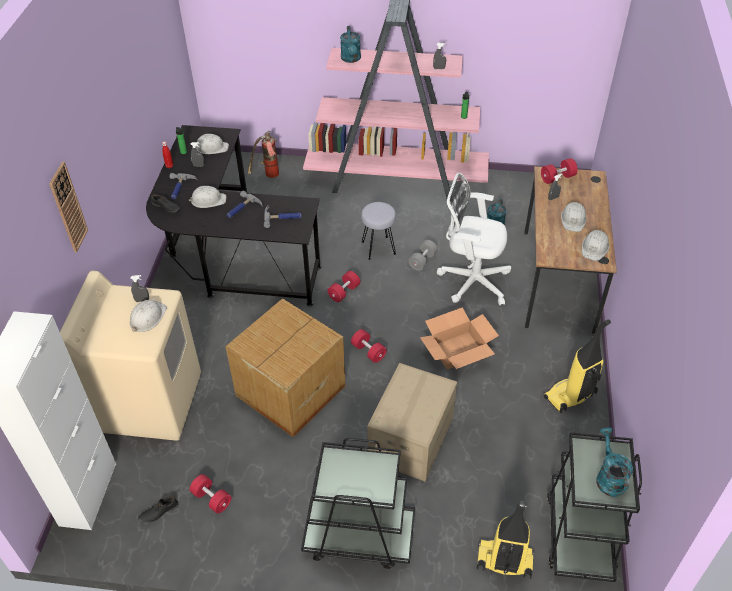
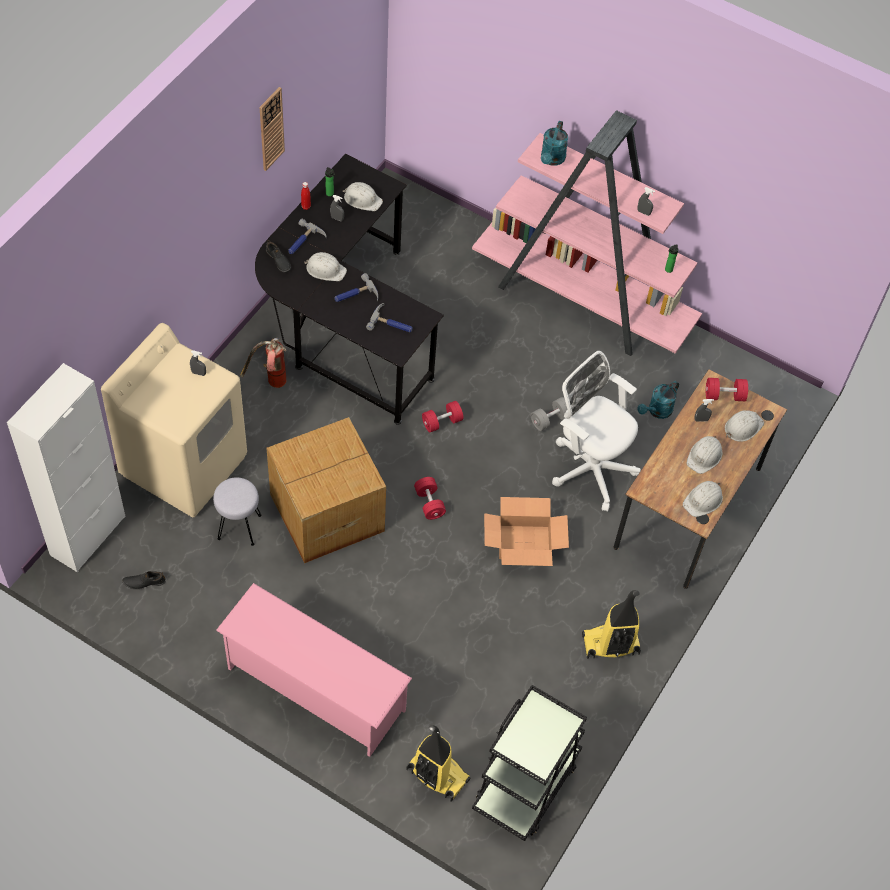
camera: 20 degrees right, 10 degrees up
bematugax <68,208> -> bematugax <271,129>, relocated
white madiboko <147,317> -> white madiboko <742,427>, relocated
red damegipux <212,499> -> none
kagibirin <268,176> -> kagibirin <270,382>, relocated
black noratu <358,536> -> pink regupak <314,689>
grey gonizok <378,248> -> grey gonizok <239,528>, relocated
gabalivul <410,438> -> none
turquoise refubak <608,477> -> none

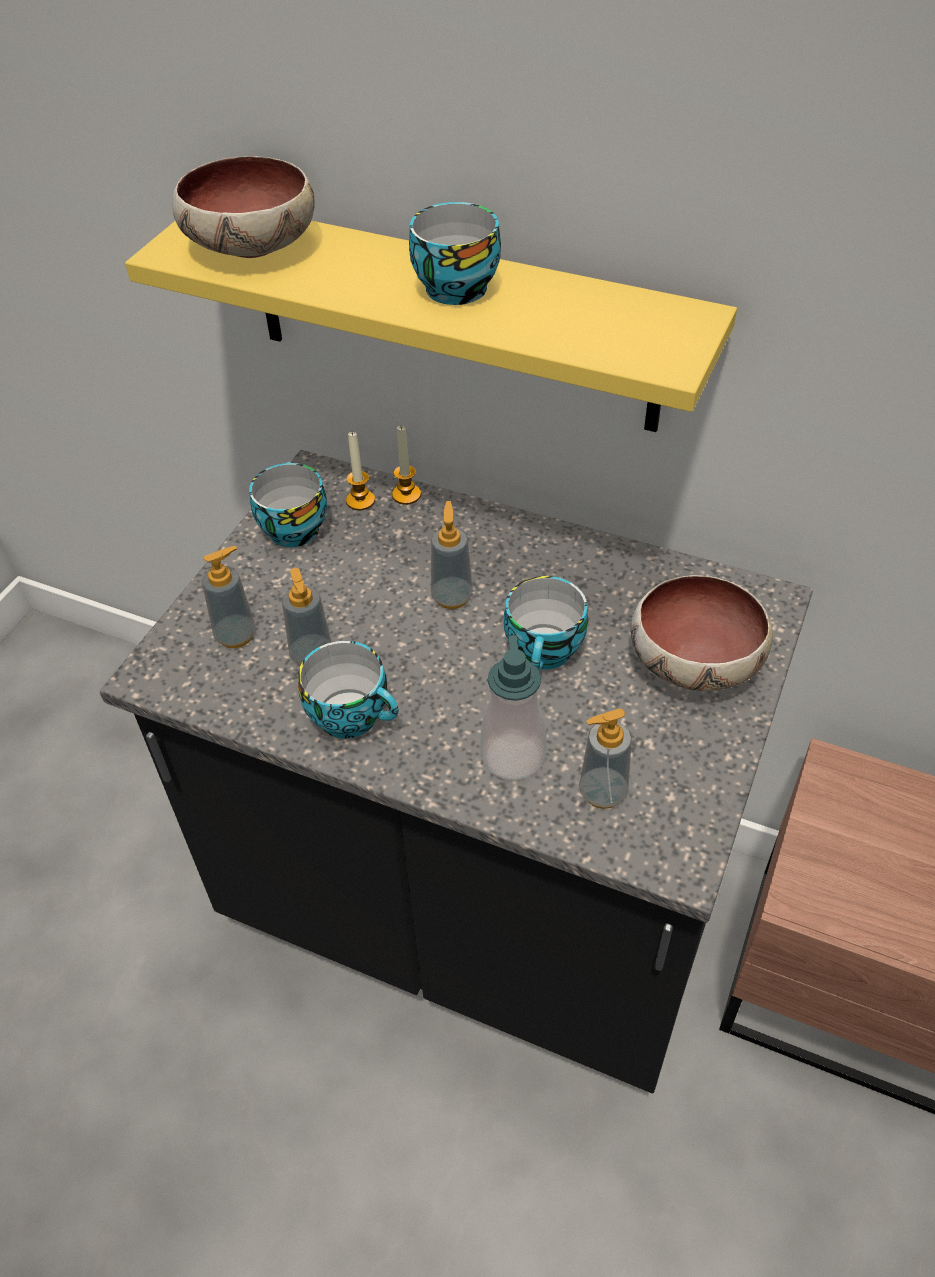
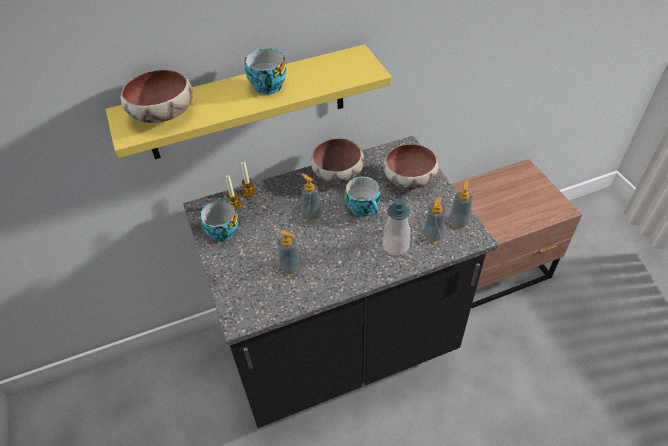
camera: 45 degrees left, 0 degrees up
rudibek <236,635> -> rudibek <458,222>, relocated
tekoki <353,715> -> none
none -> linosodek <338,174>

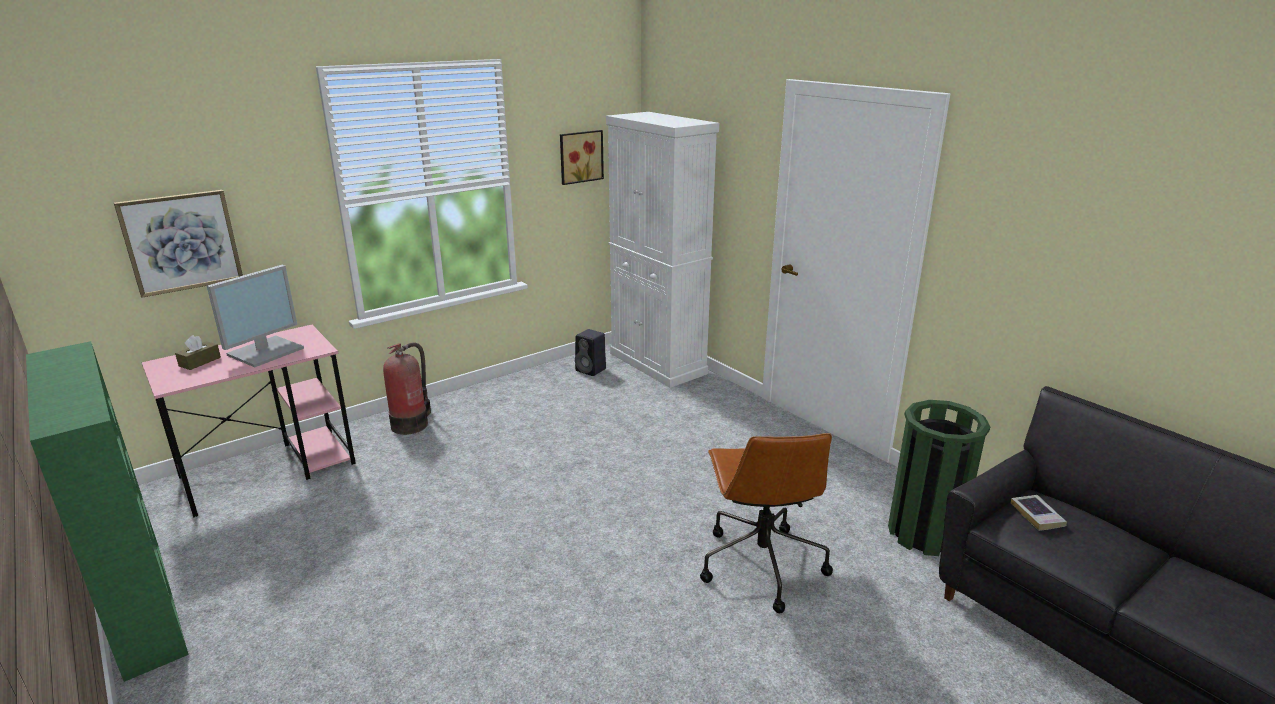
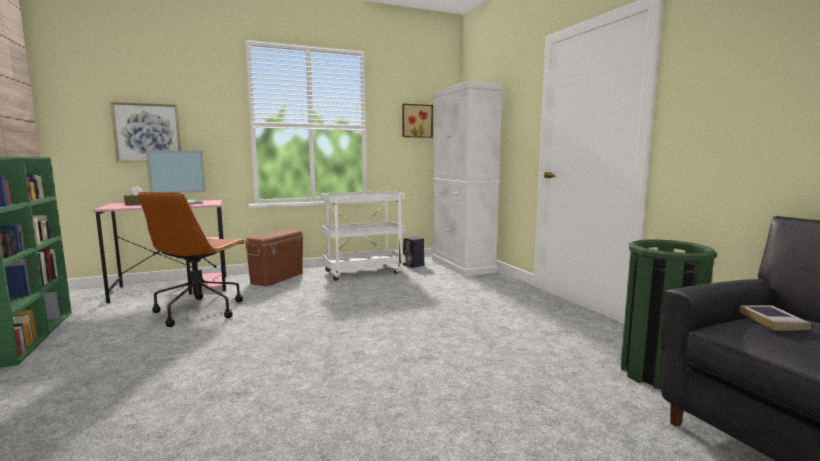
camera: 15 degrees right, 15 degrees down
kagibirin <411,423> -> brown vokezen <277,277>
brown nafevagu <760,564> -> brown nafevagu <200,310>, relocated
none -> white noratu <364,272>

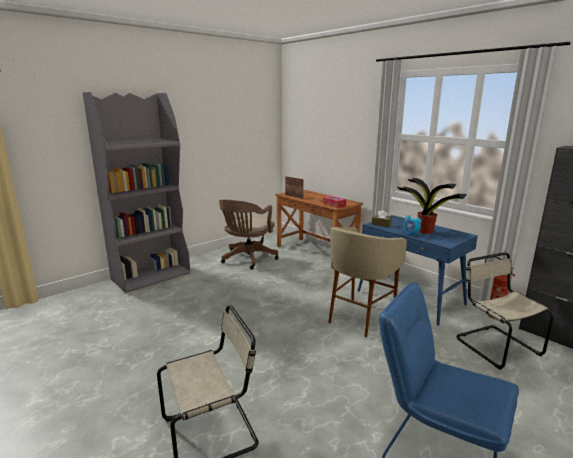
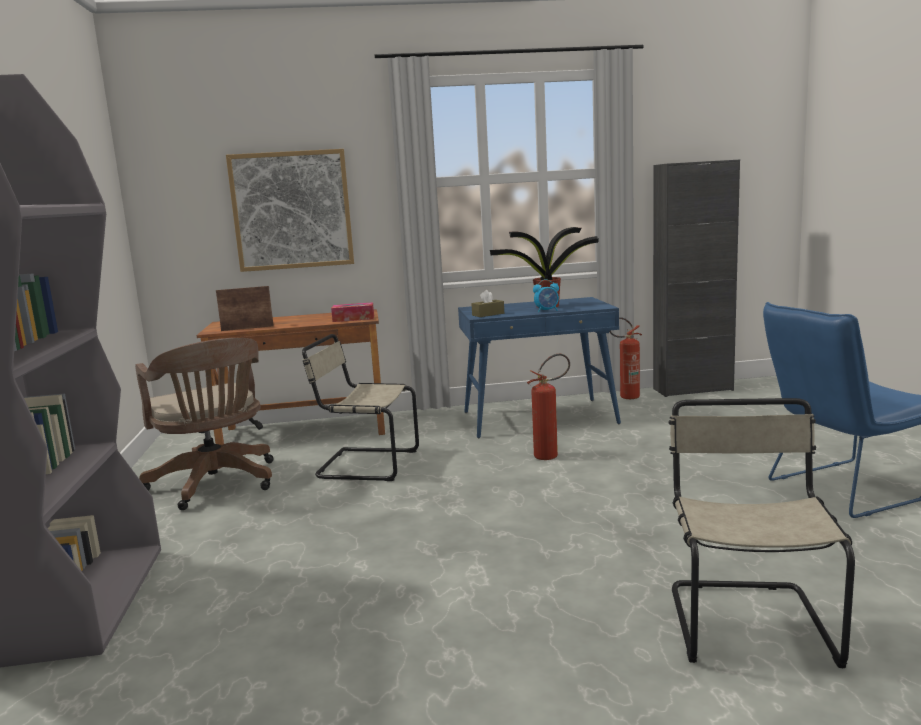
camera: 55 degrees left, 5 degrees down
beige gonizok <360,318> -> kagibirin <551,455>
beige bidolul <495,345> -> beige bidolul <364,464>, relocated
none -> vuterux <292,210>

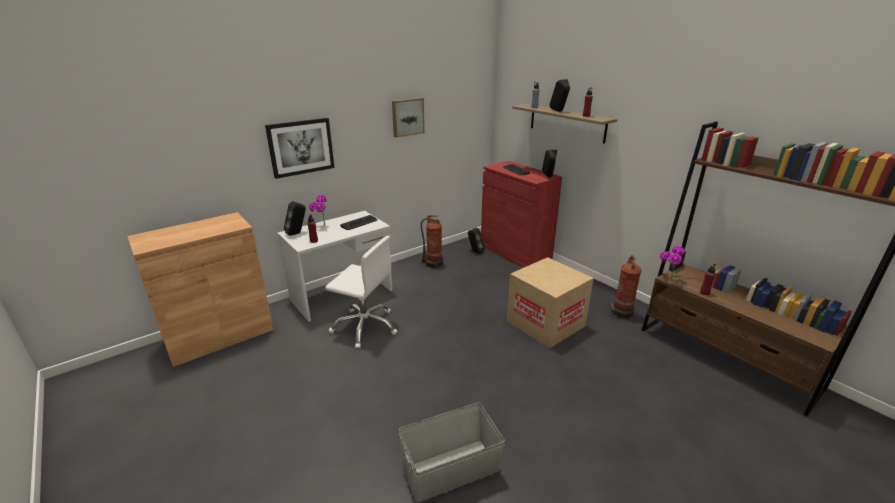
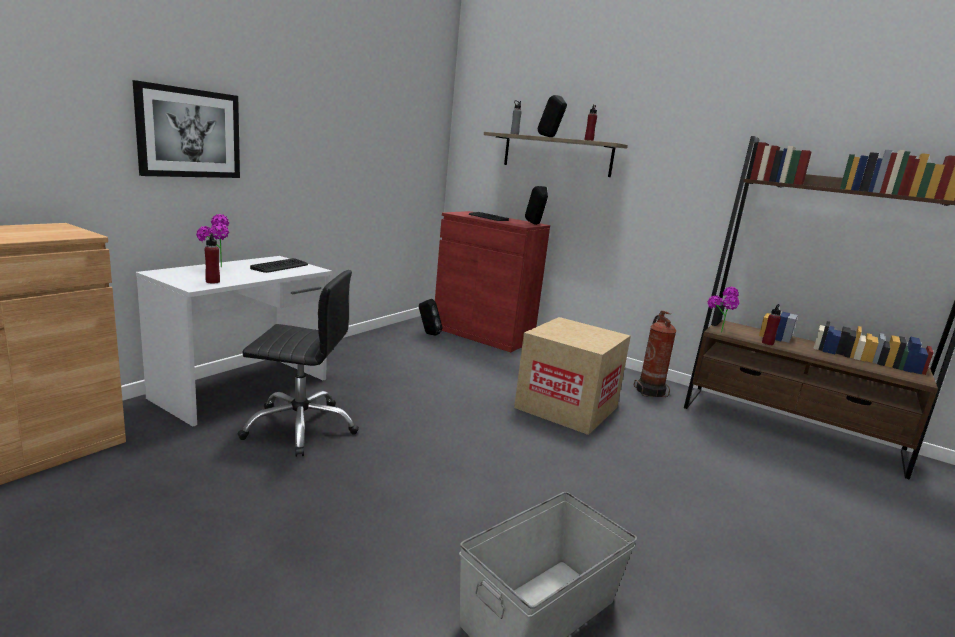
camera: 20 degrees left, 10 degrees down
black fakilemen <297,233> -> none
white nafevagu <365,326> -> black nafevagu <300,427>
vuterux <407,117> -> none
kagibirin <433,263> -> none

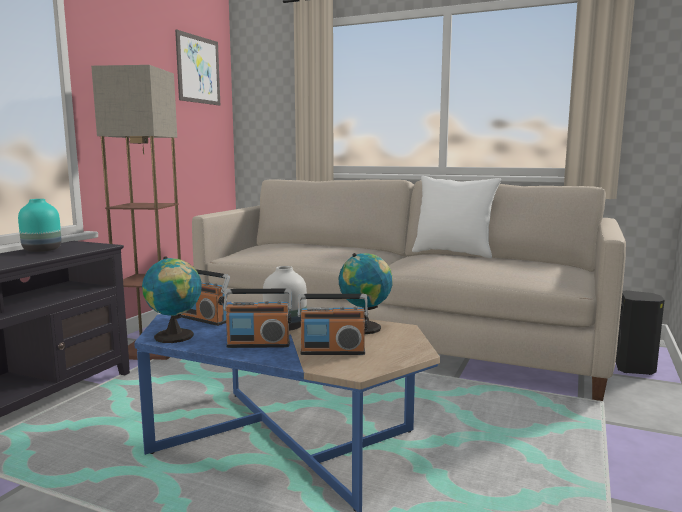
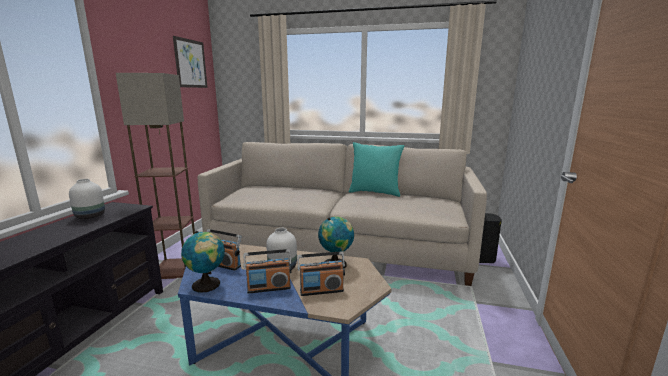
camera: 10 degrees left, 5 degrees up
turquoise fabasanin <43,250> -> white fabasanin <91,216>
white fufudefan <453,253> -> turquoise fufudefan <375,192>

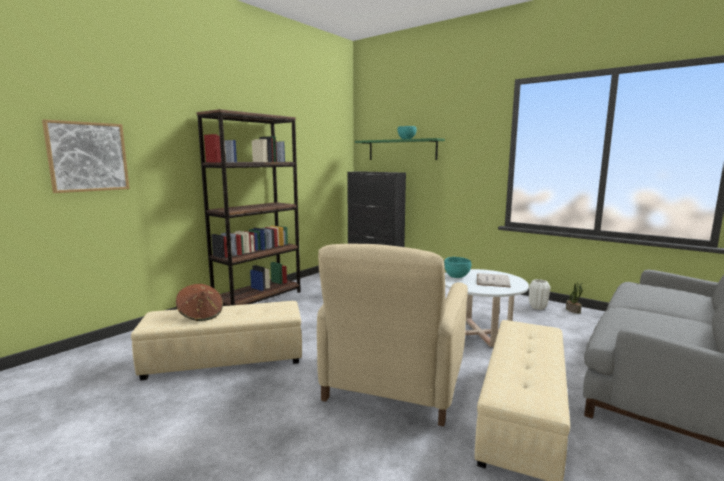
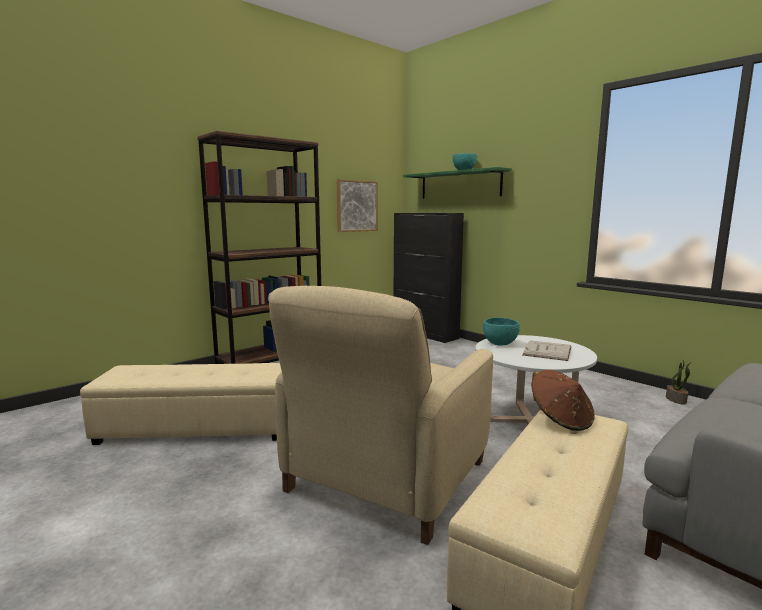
camera: 10 degrees right, 0 degrees up
vuterux <88,157> -> vuterux <357,206>, relocated
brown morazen <201,315> -> brown morazen <560,419>, relocated
white fabasanin <538,307> -> none

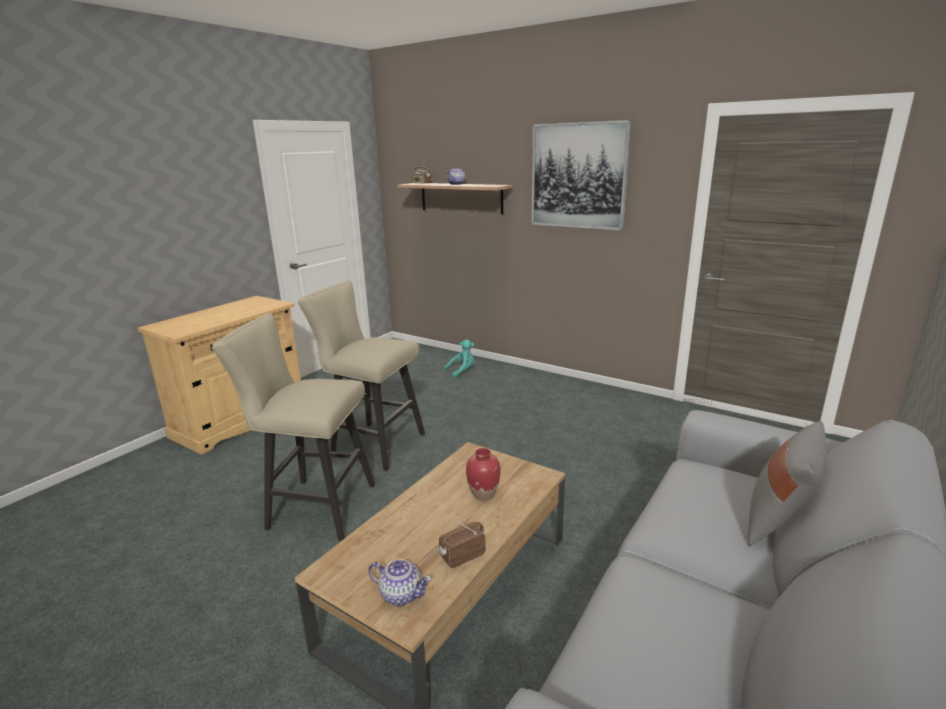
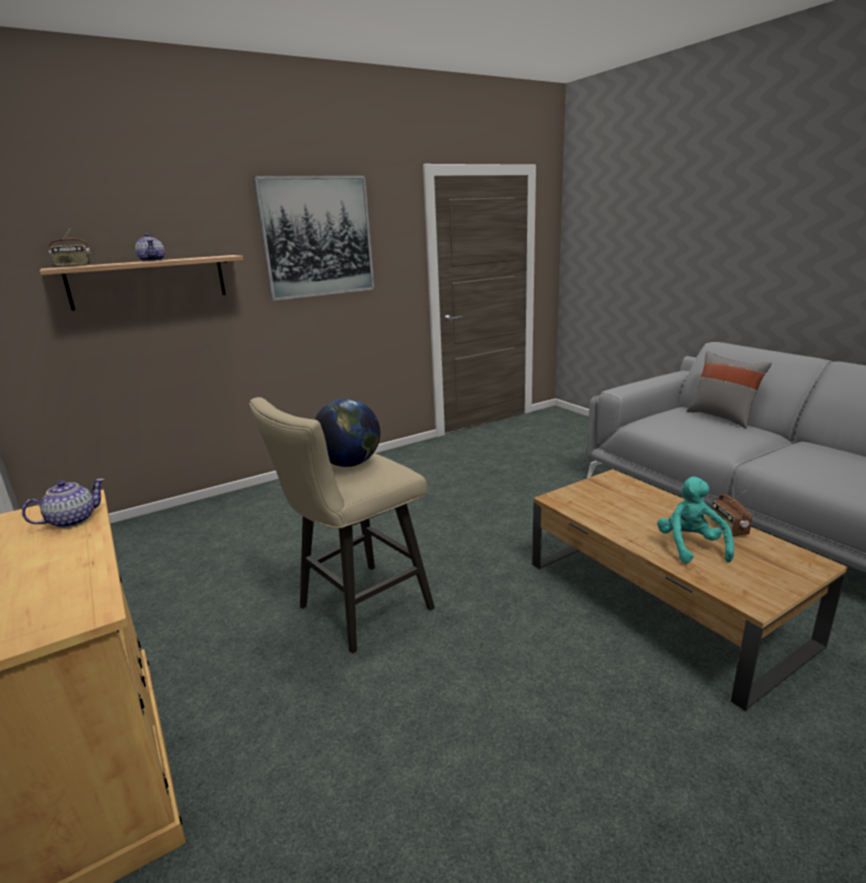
camera: 65 degrees left, 0 degrees up
beige gonizok <314,507> -> none
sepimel <400,594> -> sepimel <72,520>, relocated
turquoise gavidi <462,371> -> turquoise gavidi <690,546>, relocated
red fabasanin <483,494> -> none
none -> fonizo <350,464>

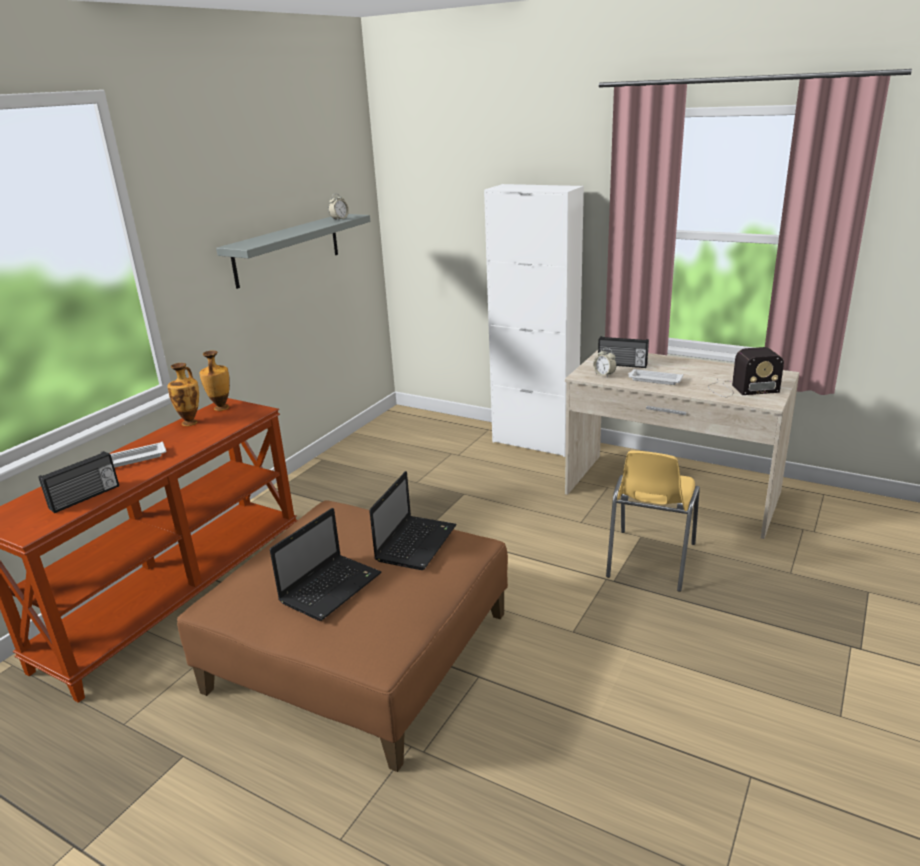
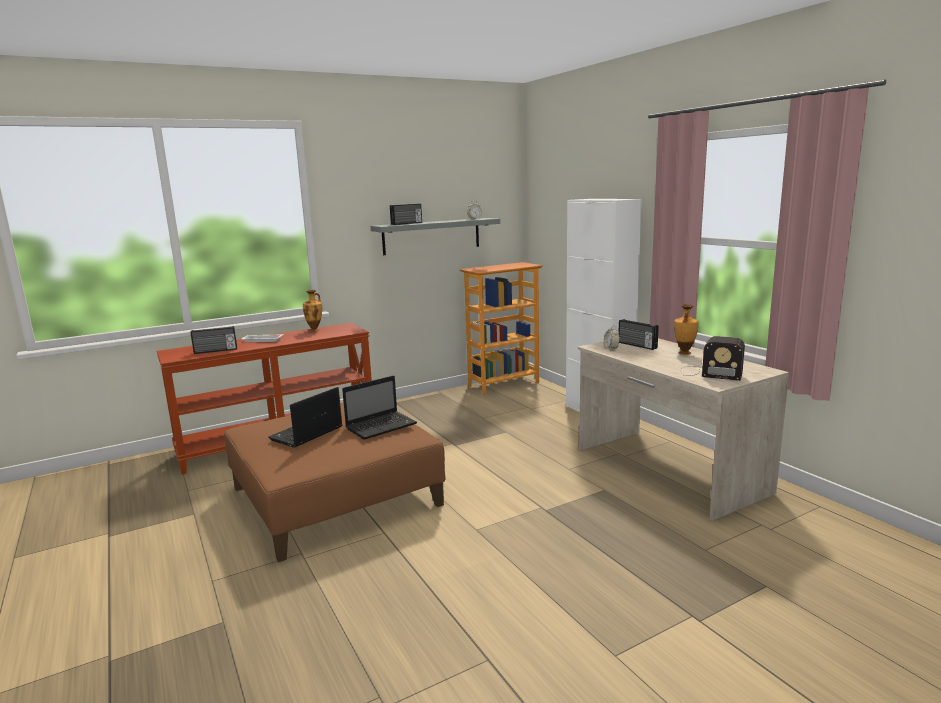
camera: 30 degrees right, 10 degrees down
fabasanin <221,408> -> fabasanin <684,353>, relocated
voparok <332,587> -> voparok <305,434>, 150 degrees clockwise
yellow bidolul <649,560> -> none
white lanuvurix <654,380> -> none
none -> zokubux <407,223>
none -> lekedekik <503,384>

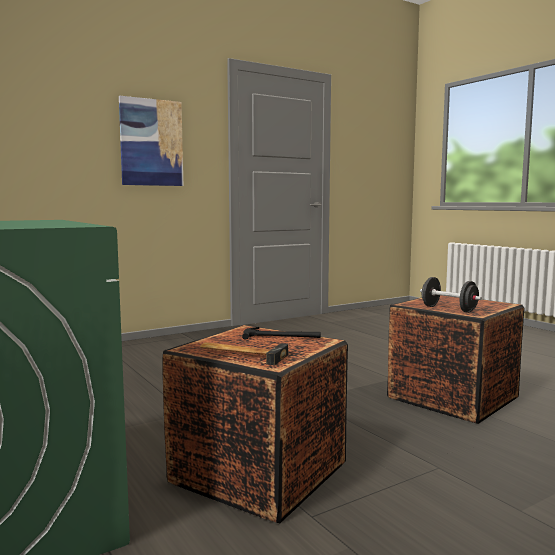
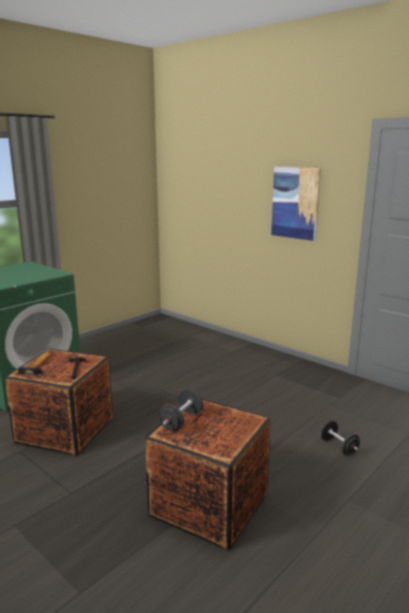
camera: 75 degrees right, 10 degrees up
none -> black damegipux <338,447>

